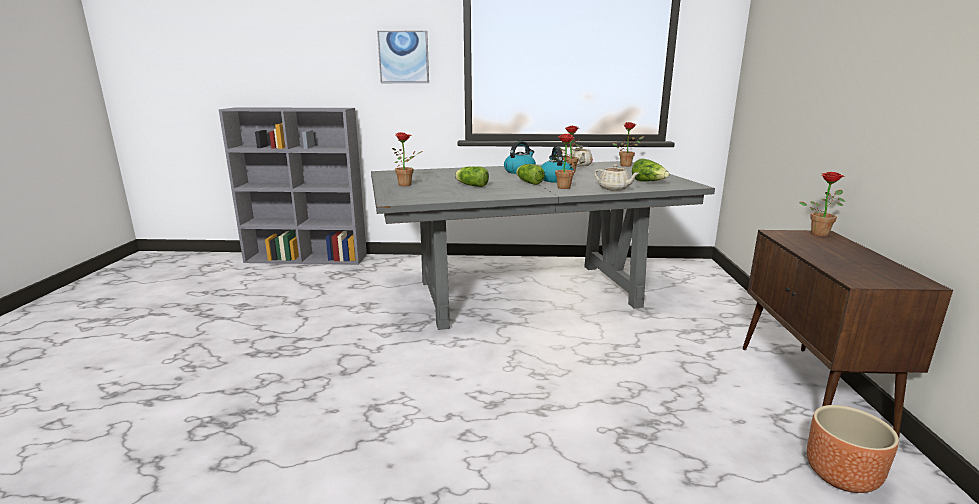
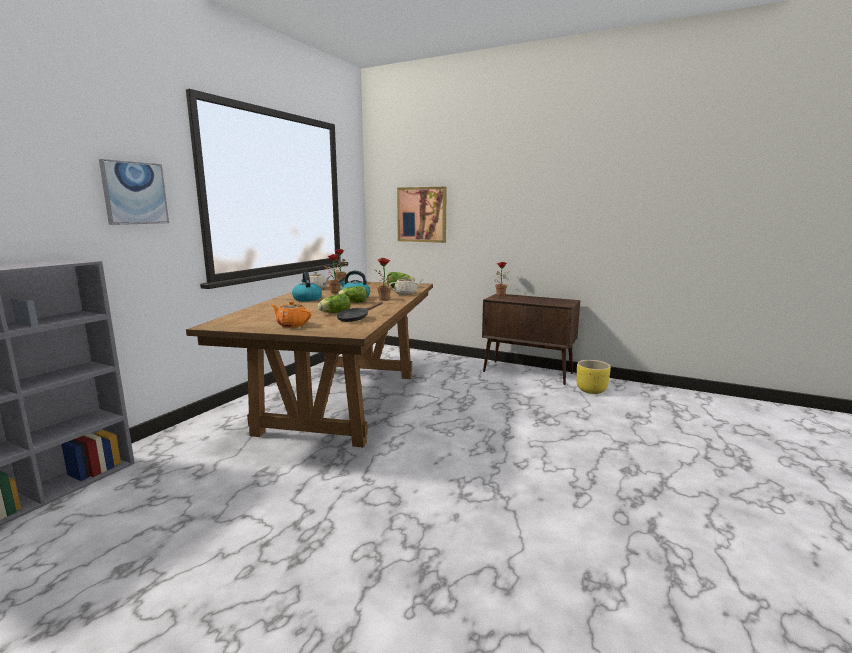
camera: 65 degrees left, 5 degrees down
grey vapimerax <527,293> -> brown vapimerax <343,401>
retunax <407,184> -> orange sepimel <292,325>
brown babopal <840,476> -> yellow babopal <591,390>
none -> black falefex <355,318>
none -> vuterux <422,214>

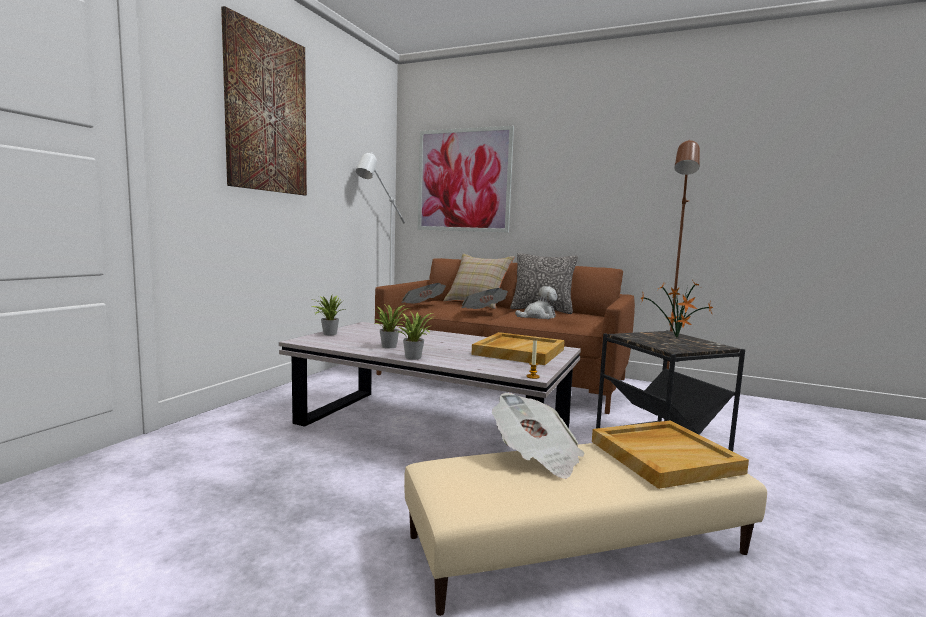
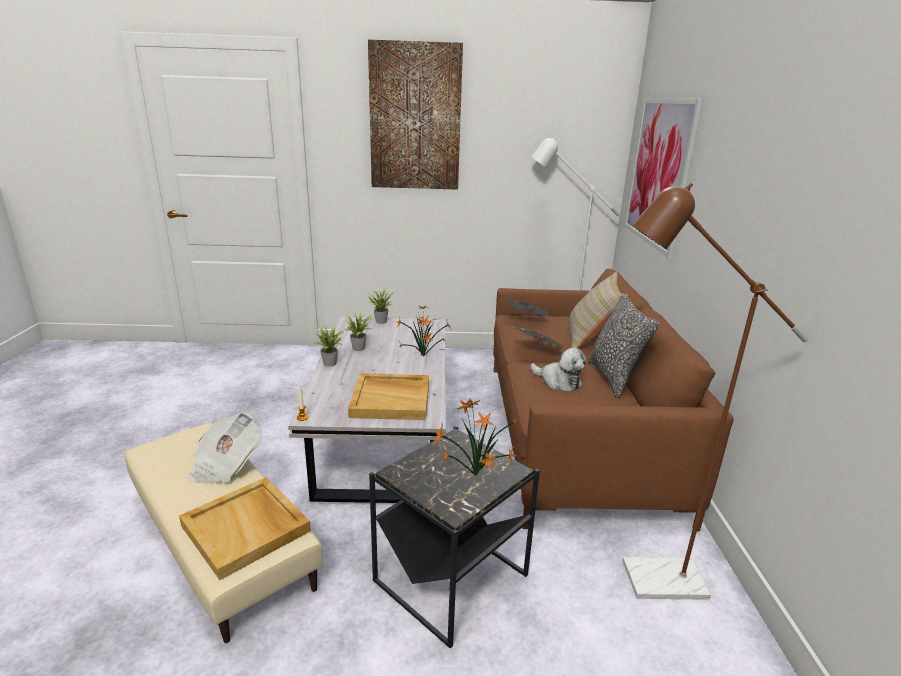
camera: 65 degrees right, 15 degrees up
none -> retunax <425,356>

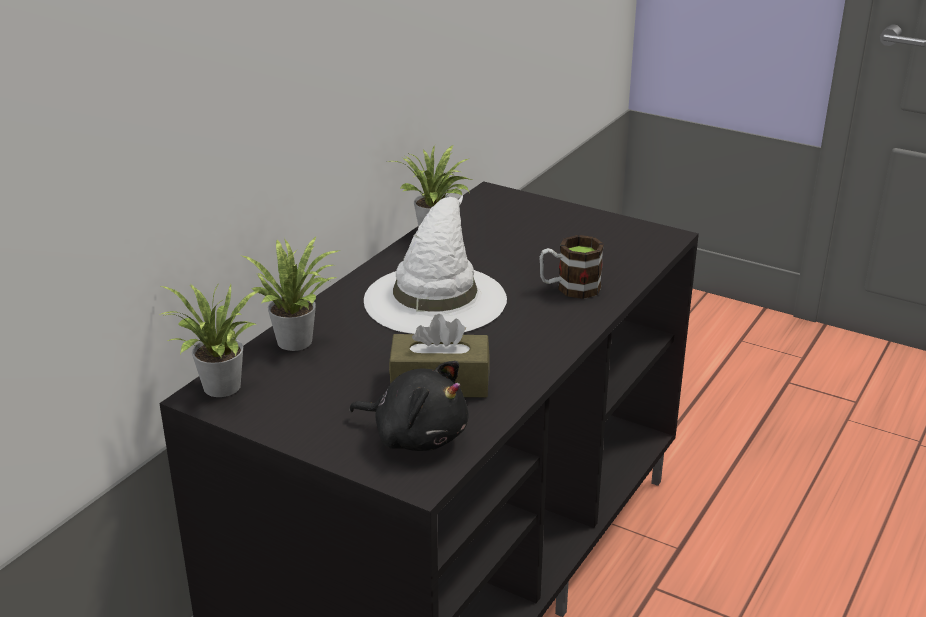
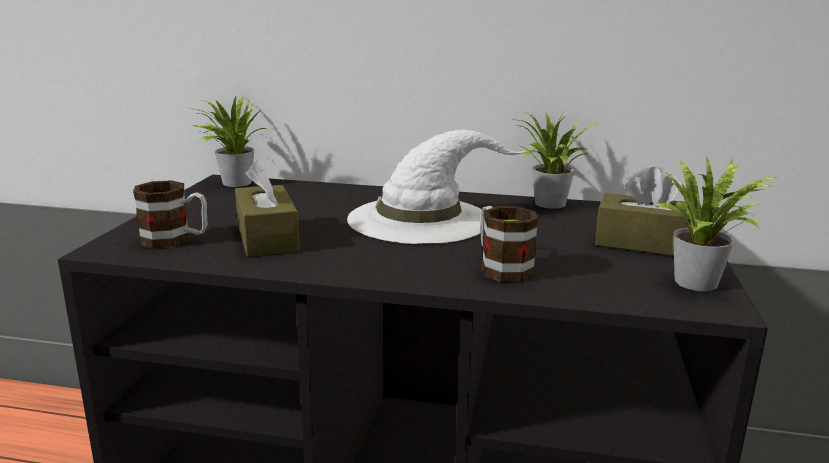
camera: 70 degrees right, 10 degrees down
retunax <298,339> -> retunax <702,283>, relocated
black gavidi <416,436> -> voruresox <175,240>
none -> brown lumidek <644,243>

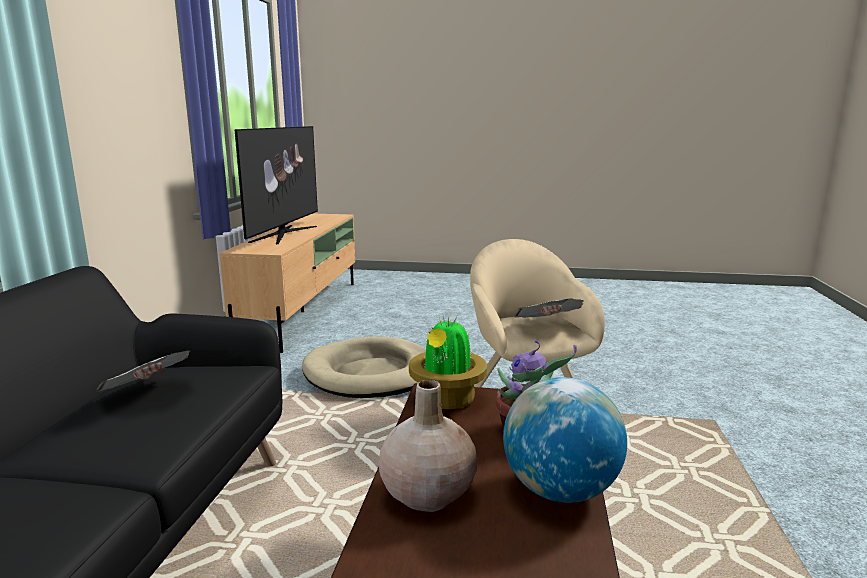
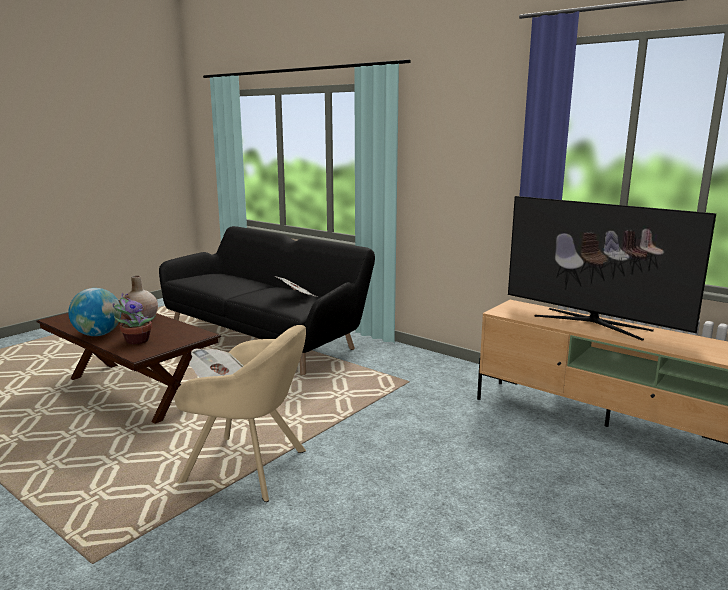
camera: 120 degrees right, 0 degrees up
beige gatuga <372,373> -> none
retunax <447,400> -> none

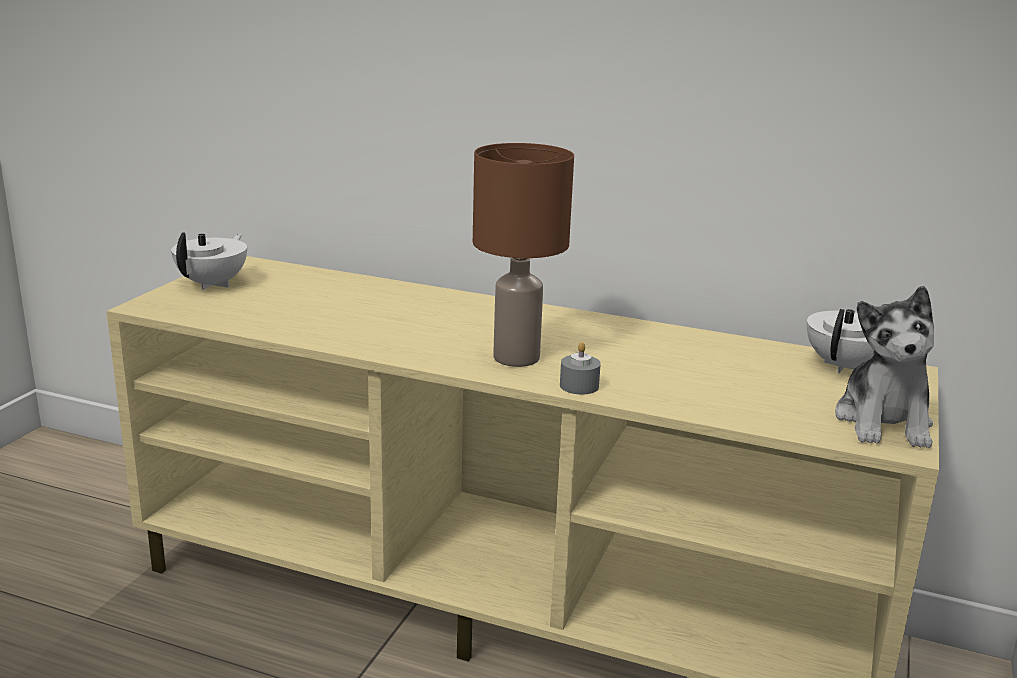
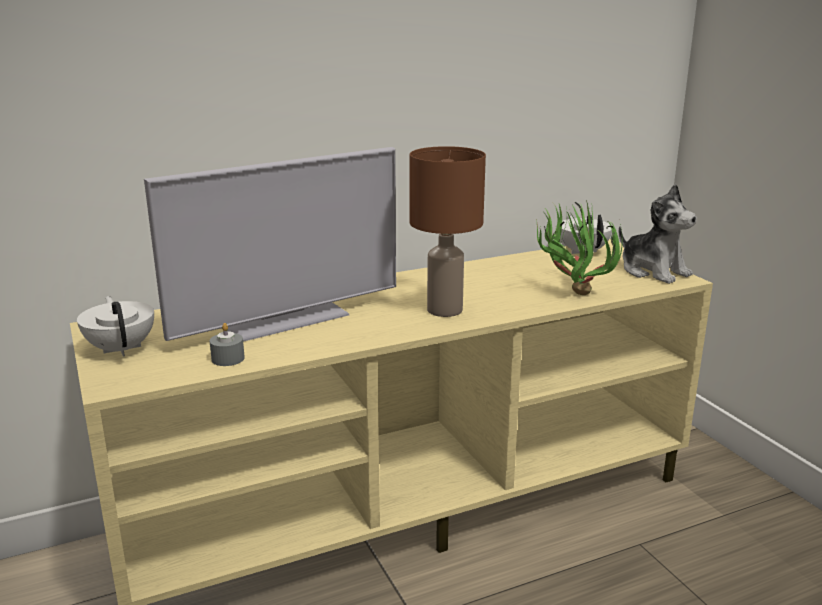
camera: 45 degrees left, 0 degrees up
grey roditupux <579,386> -> grey roditupux <228,358>, relocated
none -> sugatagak <286,321>
none -> retunax <571,292>

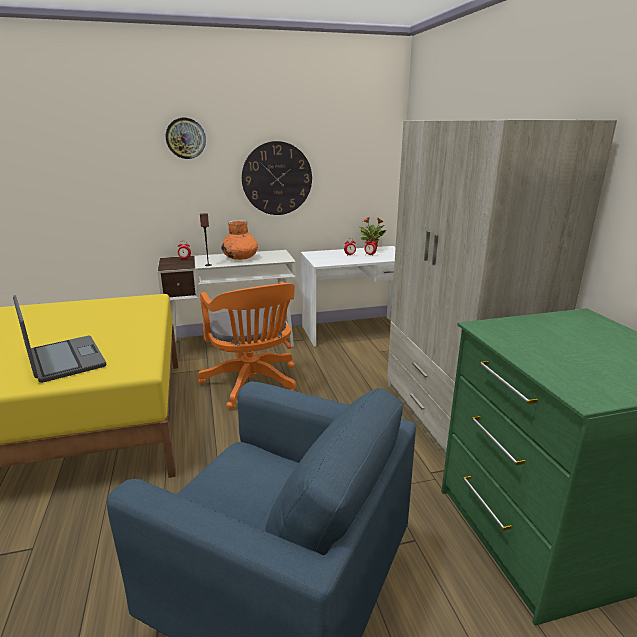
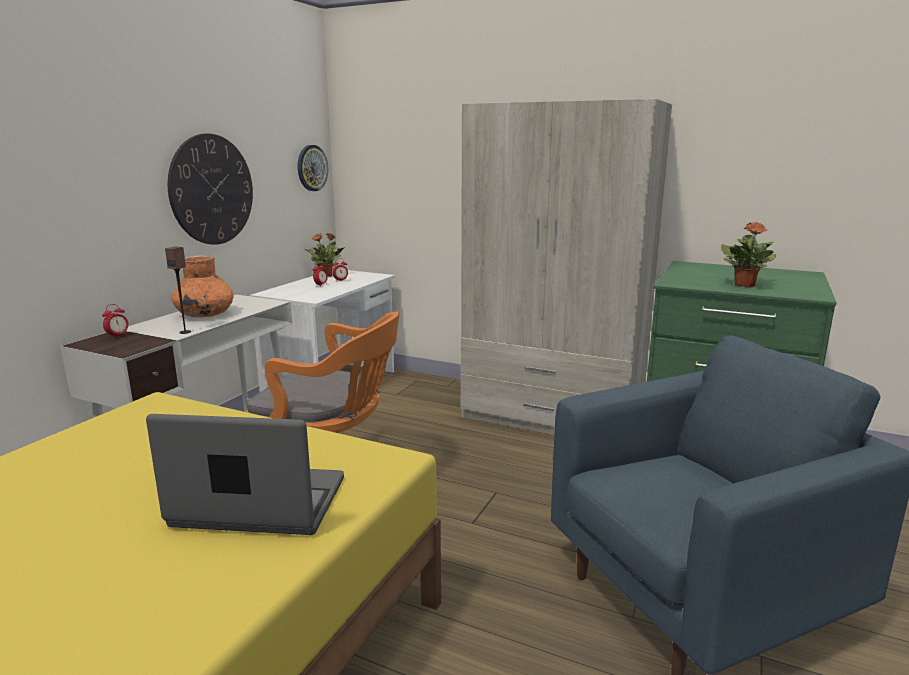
camera: 50 degrees left, 5 degrees down
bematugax <185,138> -> bematugax <311,168>, relocated
none -> retunax <744,285>

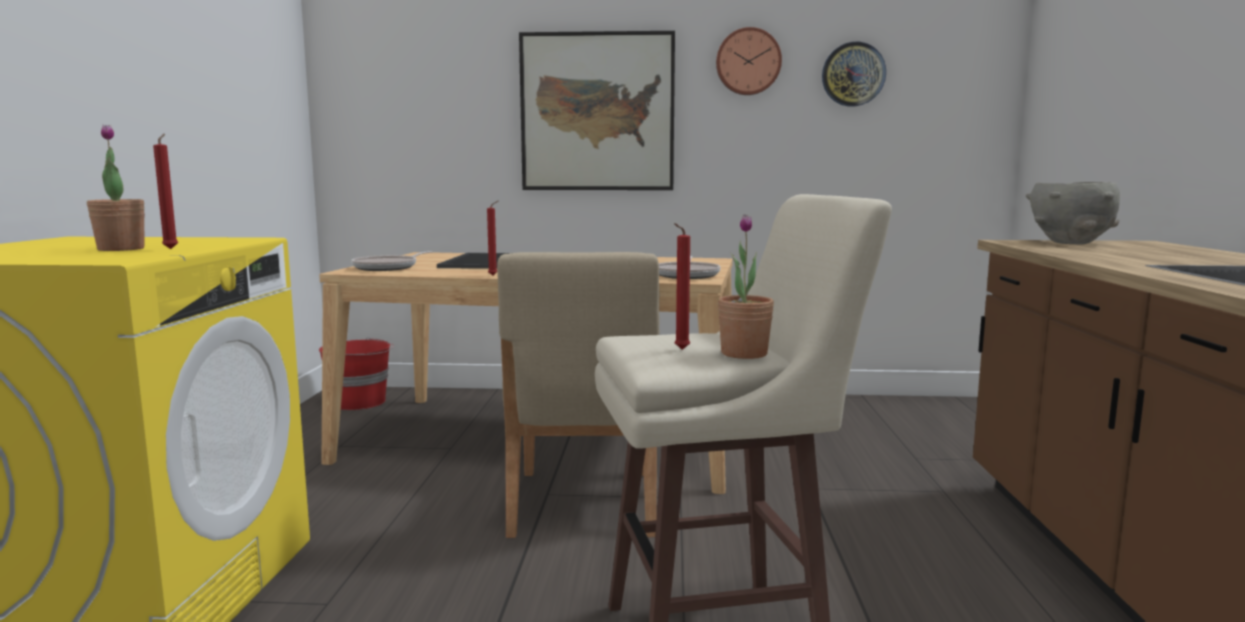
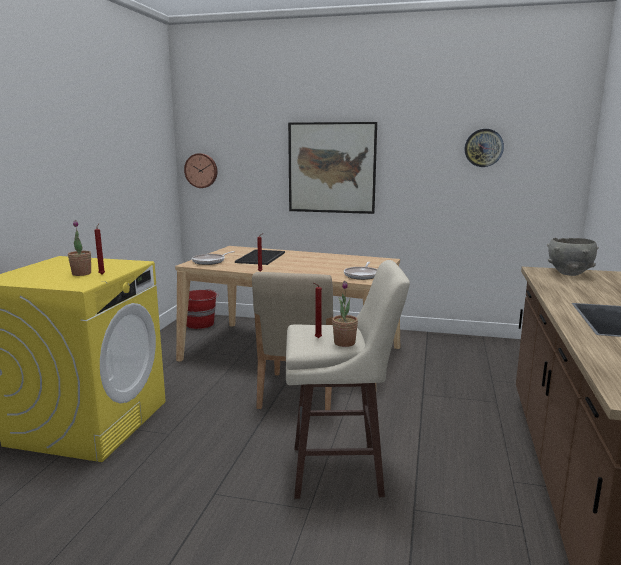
camera: 10 degrees right, 5 degrees up
bematugax <748,62> -> bematugax <201,170>, relocated

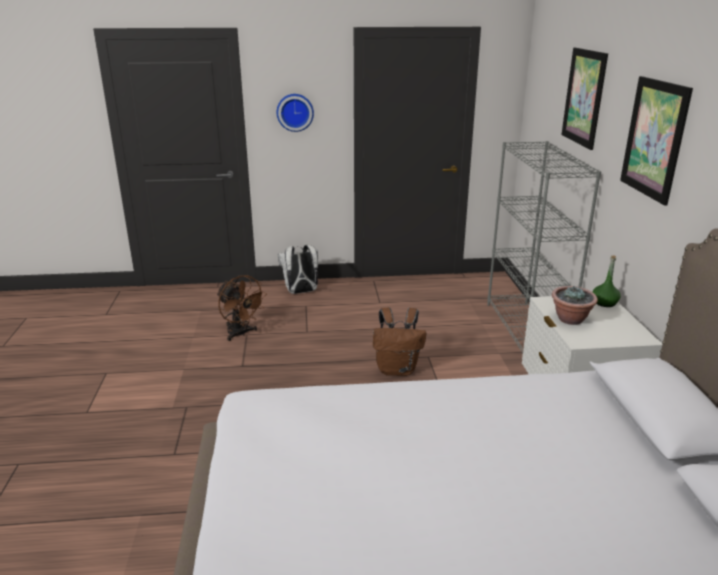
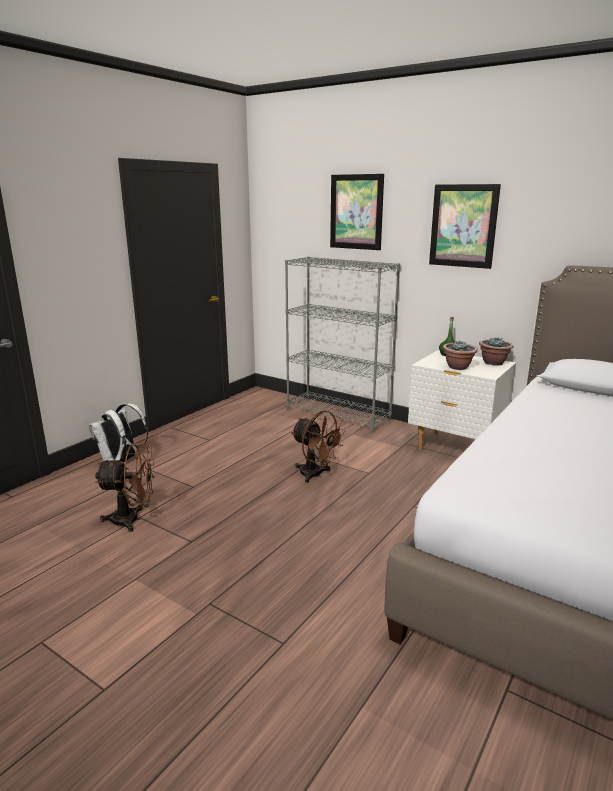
camera: 50 degrees left, 5 degrees down
bematugax <295,112> -> none
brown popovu <397,369> -> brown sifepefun <315,475>
none -> retunax <493,363>

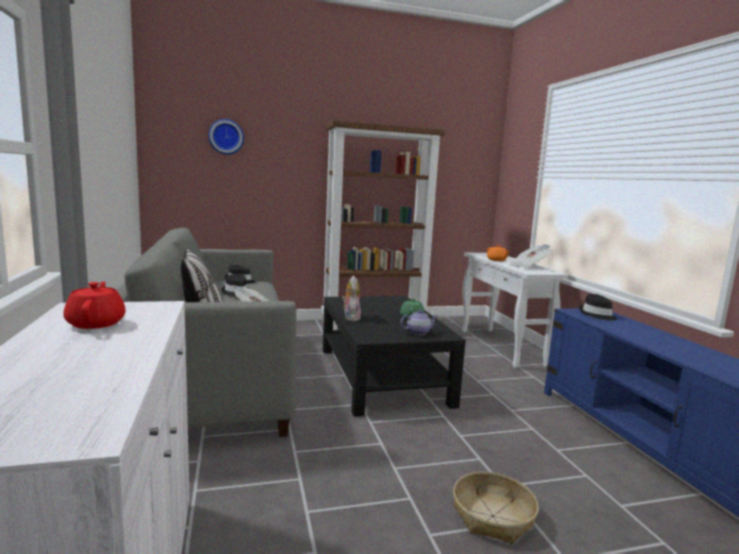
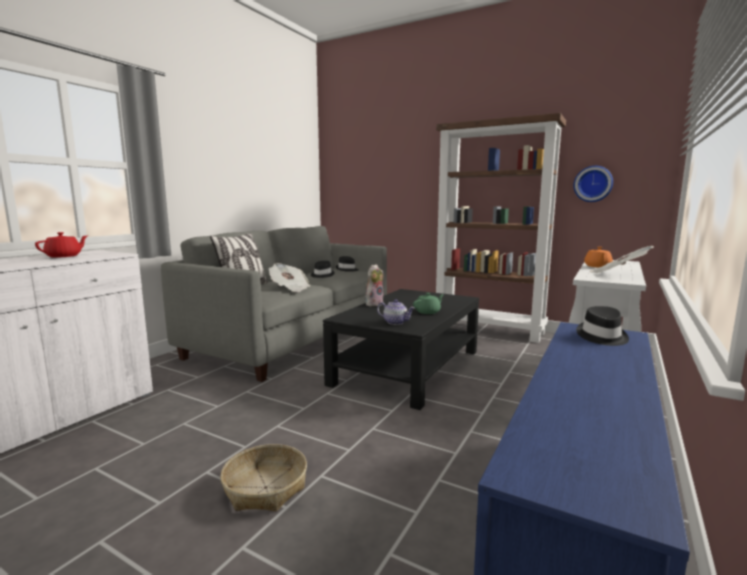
camera: 45 degrees right, 0 degrees up
bematugax <226,137> -> bematugax <593,184>, relocated

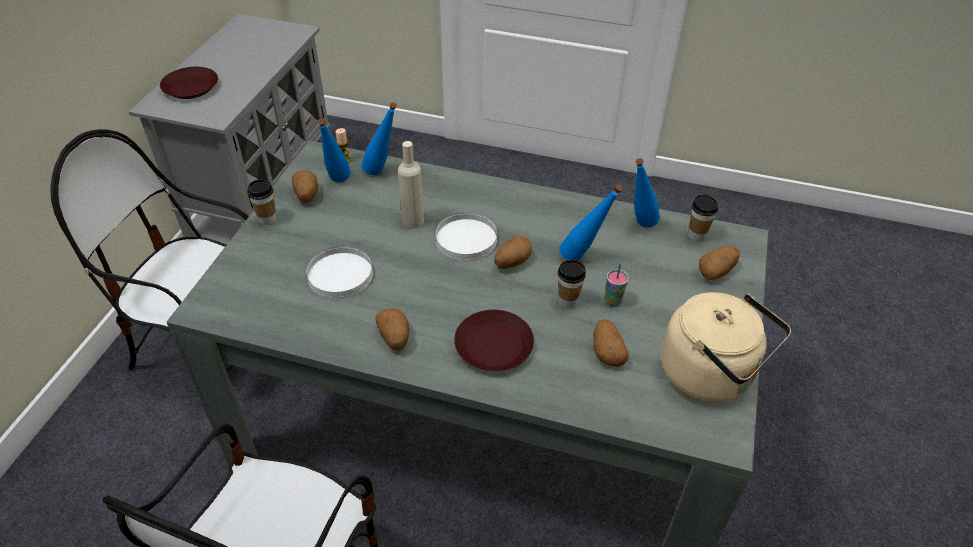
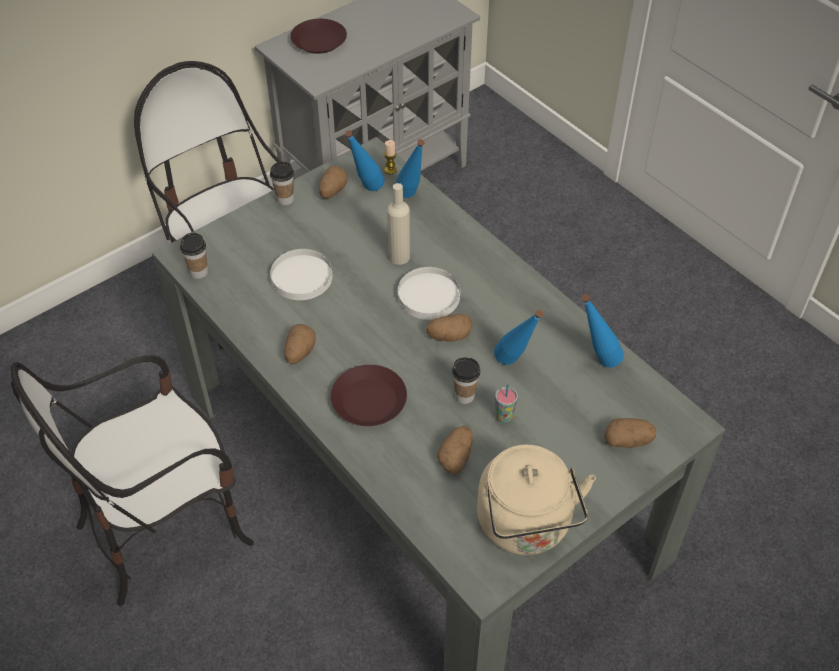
camera: 35 degrees right, 5 degrees up
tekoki <696,235> -> tekoki <199,272>, relocated

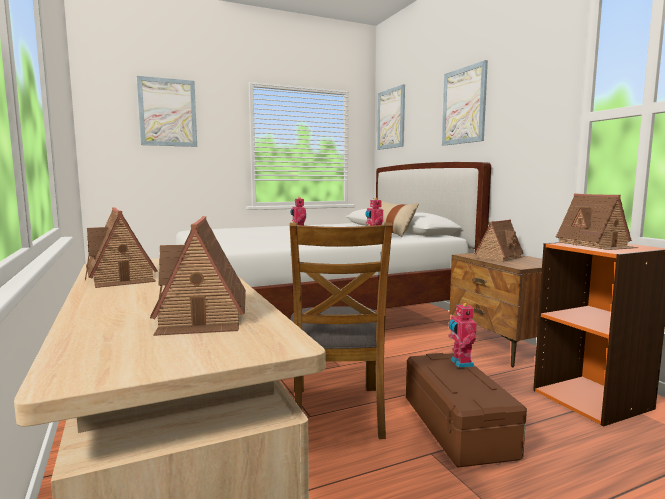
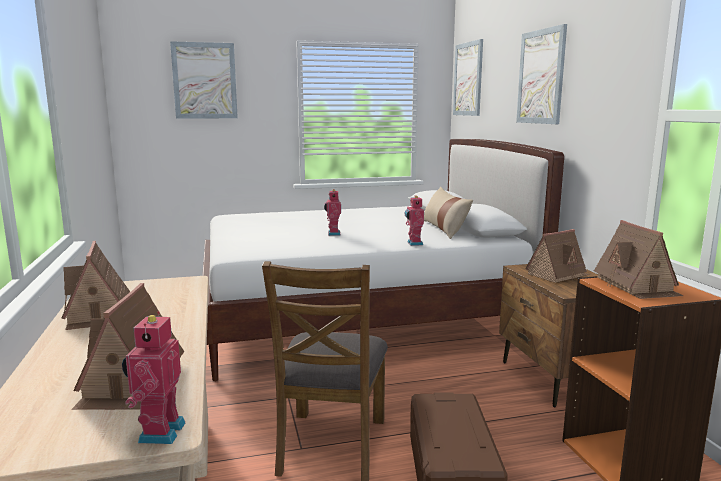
camera: 10 degrees right, 5 degrees up
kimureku <460,363> -> kimureku <158,432>, relocated

